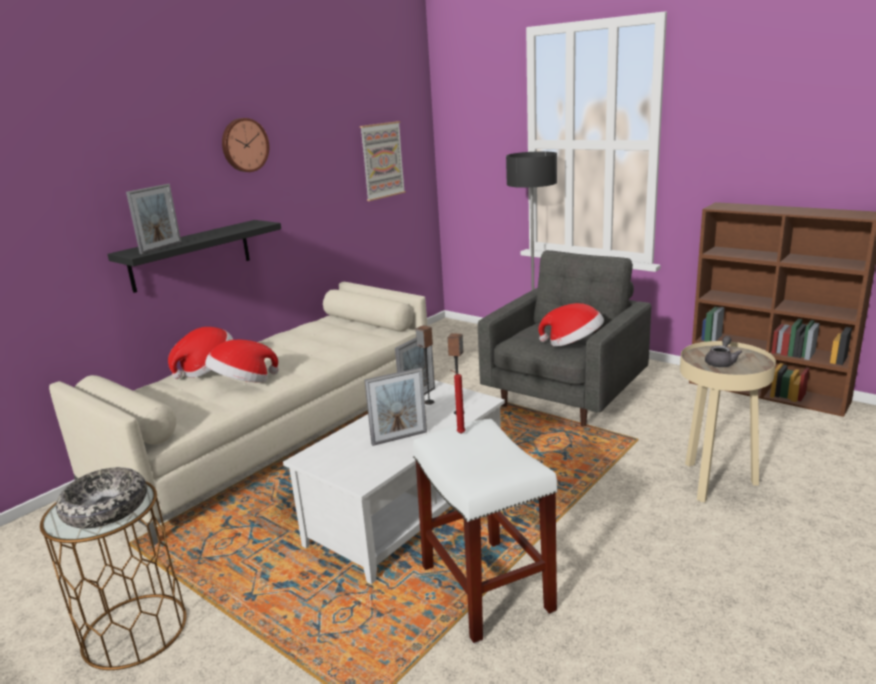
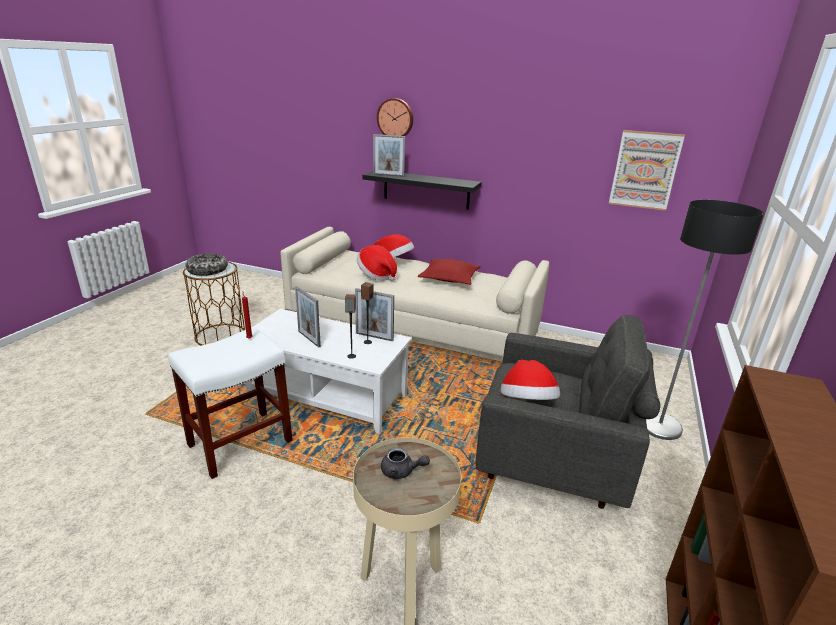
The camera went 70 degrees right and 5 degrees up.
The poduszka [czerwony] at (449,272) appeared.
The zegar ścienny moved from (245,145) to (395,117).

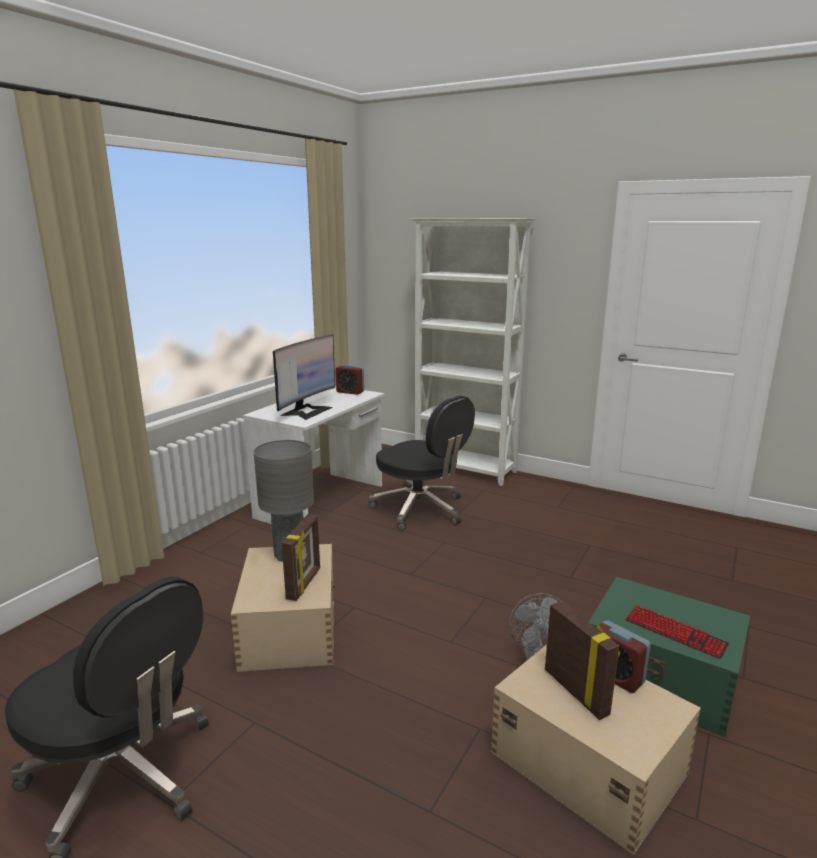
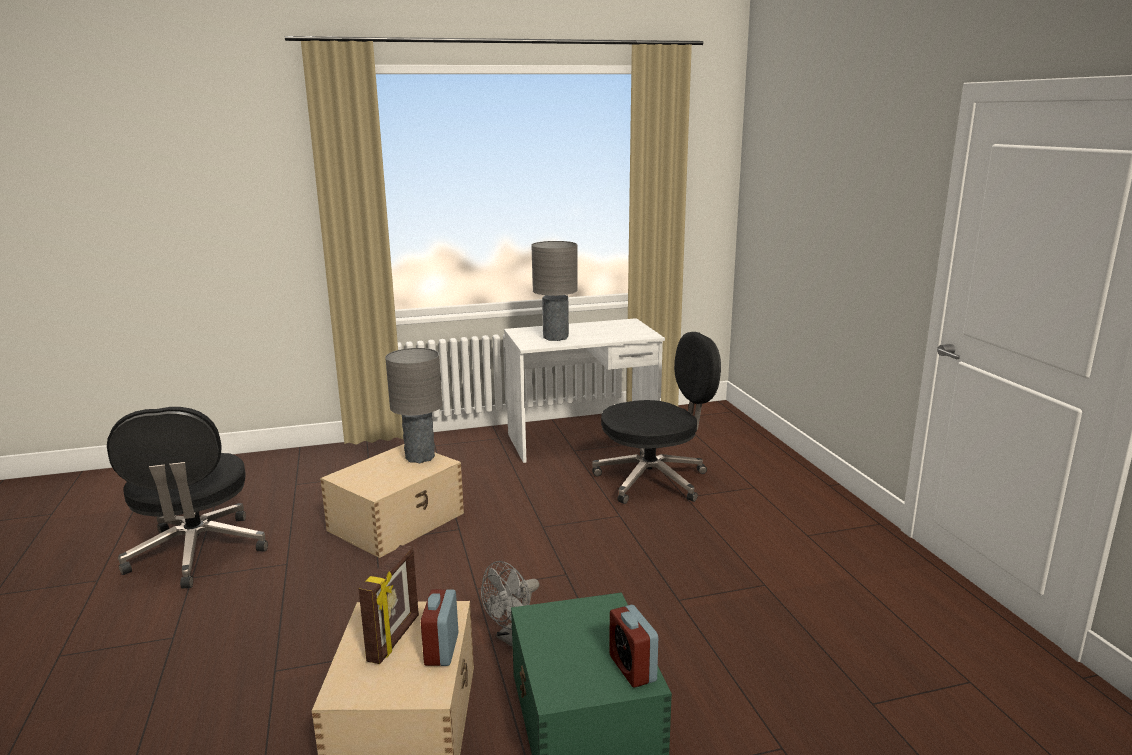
The camera went 45 degrees right and 0 degrees up.
The ramka na zdjęcie at (301,557) disappeared.
The regał [biały] at (473,352) disappeared.
The klawiatura at (677,632) disappeared.
The budzik moved from (350,379) to (633,646).
The monitor at (304,377) was replaced by the lampa stołowa [szary] at (554,291).
The krzesło biurowe [czarny] at (422,463) turned 105 degrees counterclockwise.

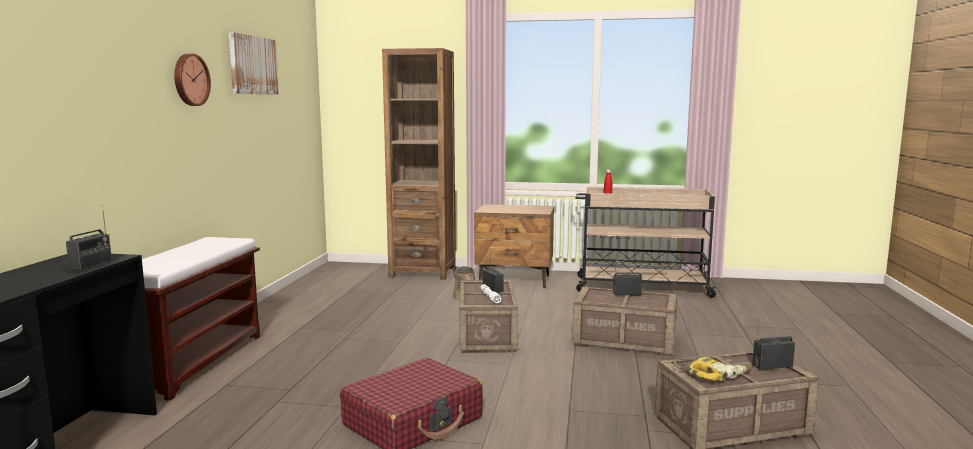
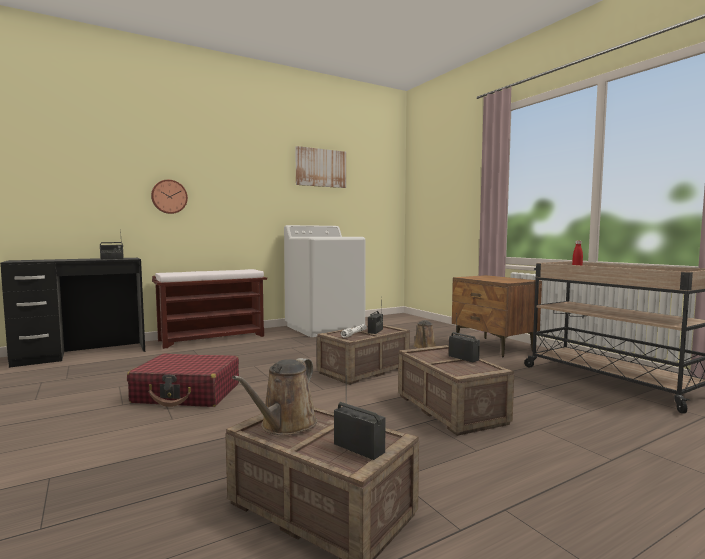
The camera went 50 degrees right and 5 degrees down.
The regał [brązowy] at (419,164) disappeared.
The pralka [biały] at (325,281) appeared.
The zegar ścienny moved from (192,79) to (169,197).
The wiertarka at (713,368) was replaced by the konewka [brązowy] at (274,396).

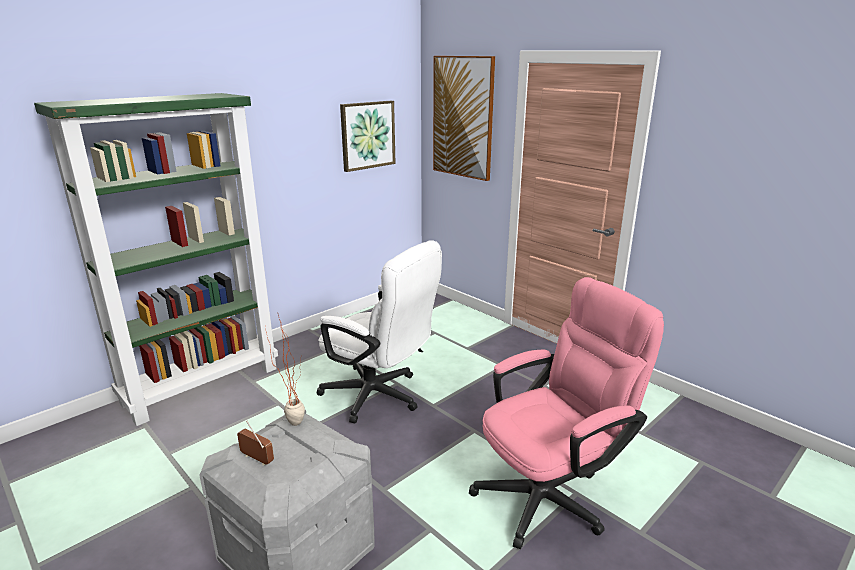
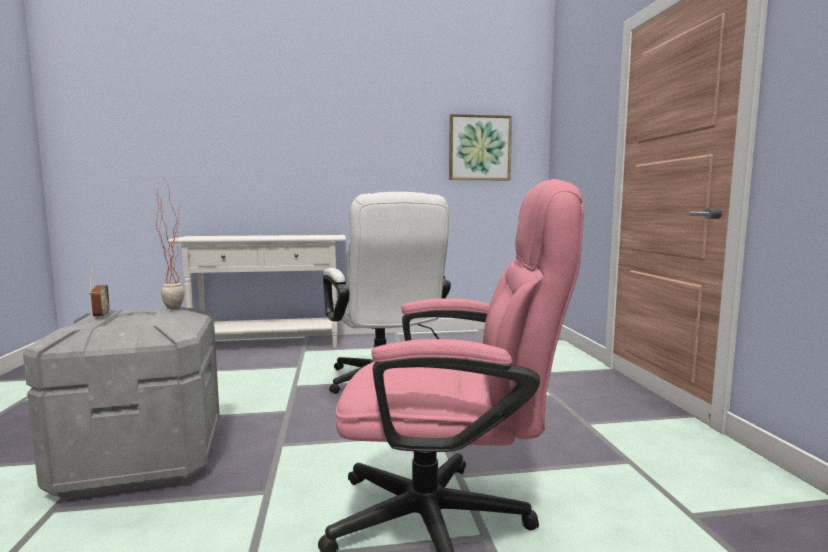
The camera went 35 degrees right and 15 degrees down.
The obraz at (464,118) disappeared.
The regał [zielony] at (156,259) was replaced by the stolik konsolowy [biały] at (257,291).

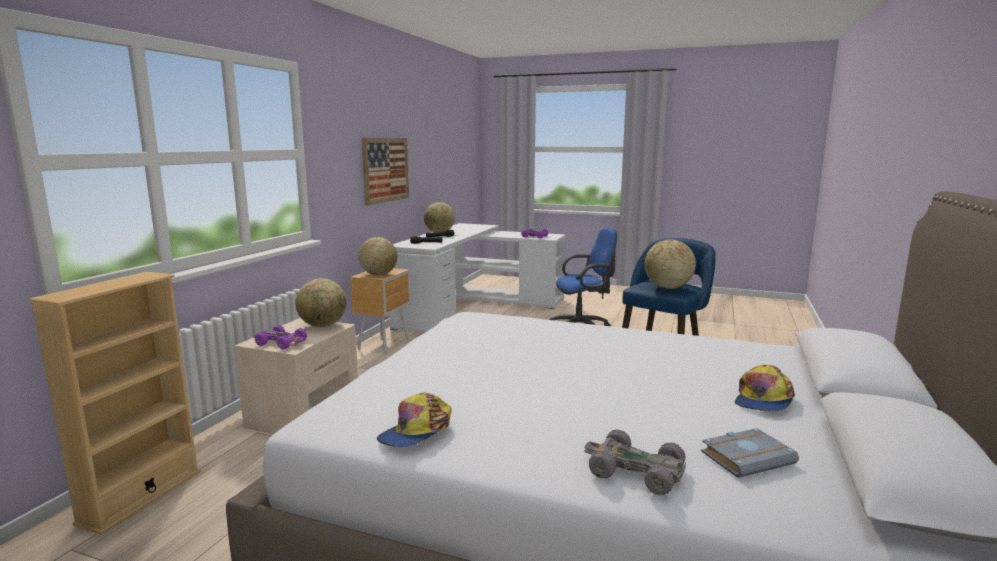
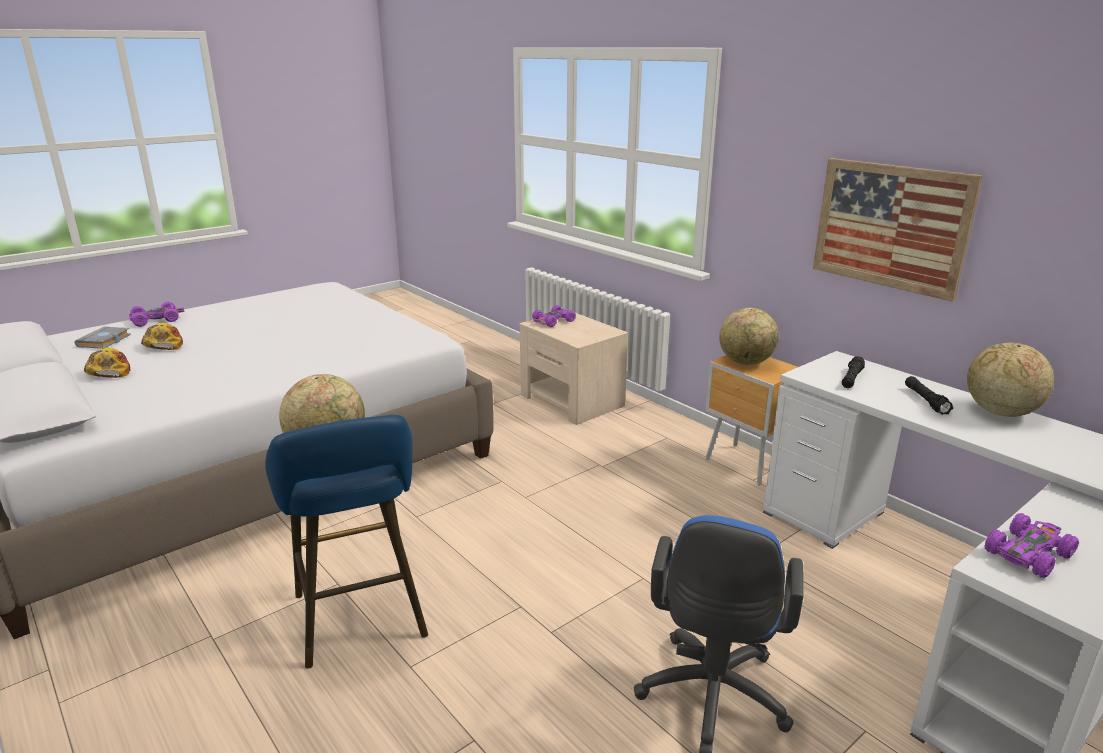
The camera went 120 degrees right and 10 degrees up.
The regał [beżowy] at (115,403) disappeared.
The globus at (321,302) disappeared.
The czapka z daszkiem moved from (414,419) to (162,336).
The samochodzik [szary] at (635,462) became the samochodzik [fioletowy] at (157,314).

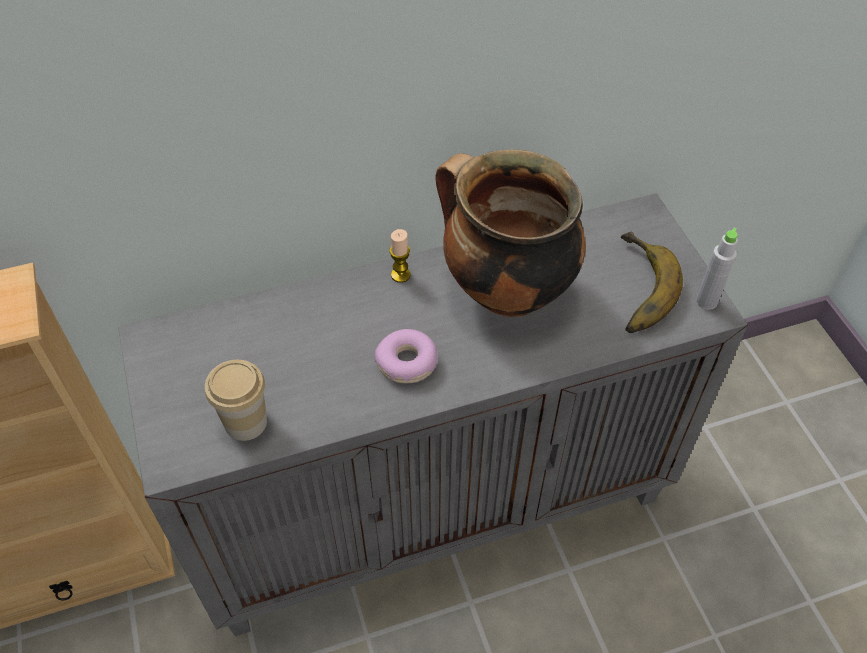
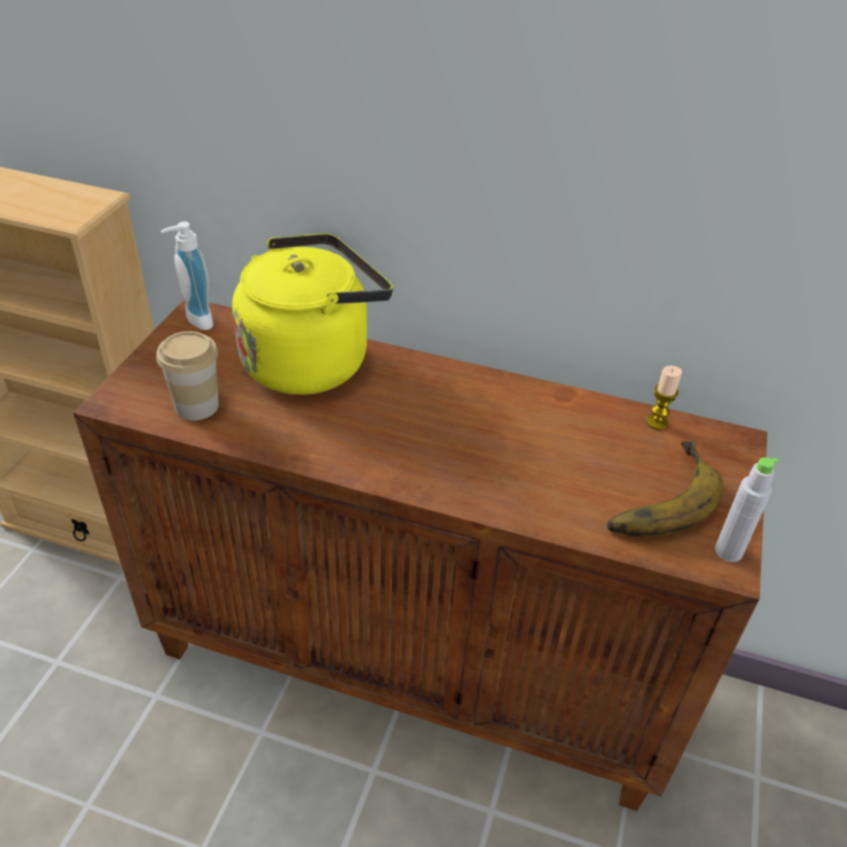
The camera went 35 degrees right and 10 degrees down.
The donut at (406,356) disappeared.
The garnek at (510,233) disappeared.
The dozownik mydła at (187,275) appeared.
The czajnik [żółty] at (312,314) appeared.
The świeca moved from (400,256) to (664,398).
The szafka [szary] at (433,414) became the szafka [brązowy] at (420,555).

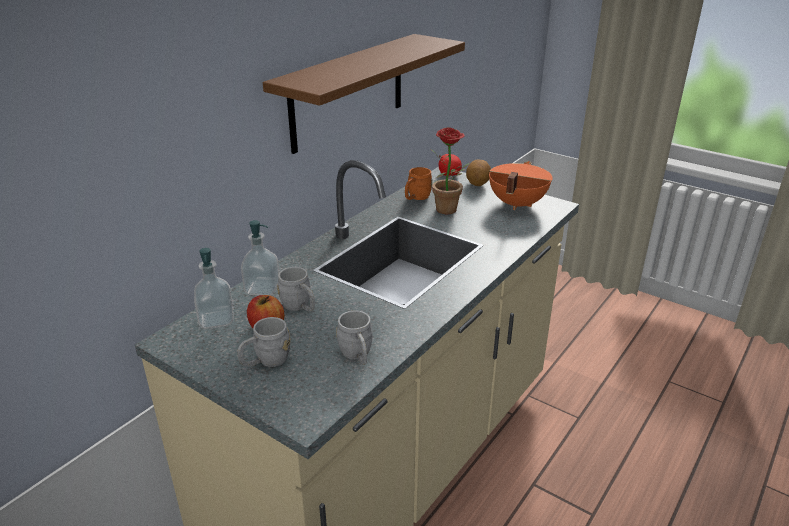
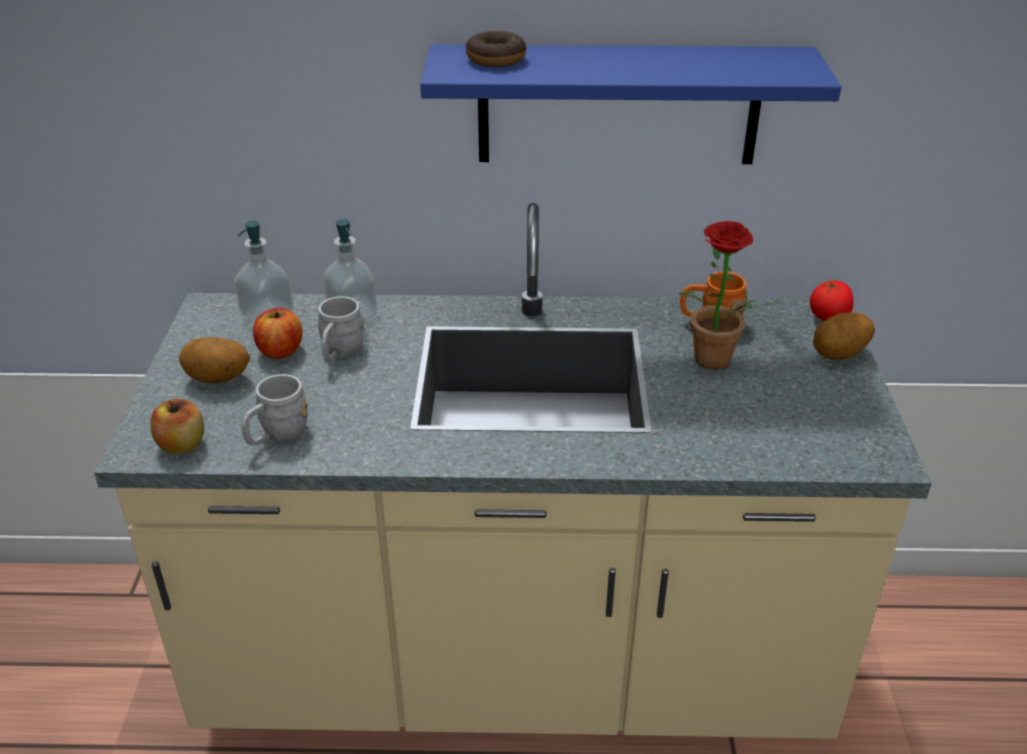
The camera went 55 degrees right and 5 degrees up.
The garnek [pomarańczowy] at (521,185) disappeared.
The jabłko at (177,426) appeared.
The donut at (496,49) appeared.
The kubek [szary] at (264,342) was replaced by the ziemniak at (214,360).
The półka [brązowy] at (364,94) became the półka [niebieski] at (630,104).

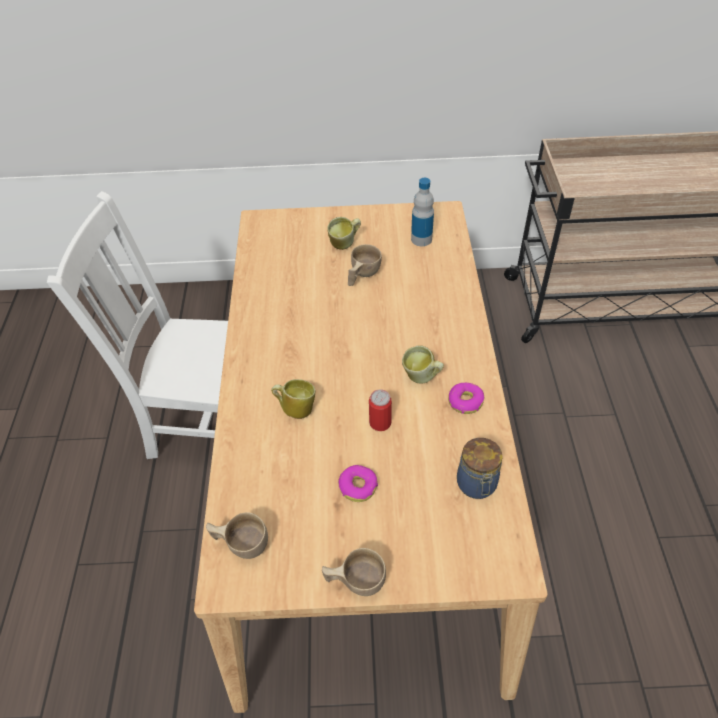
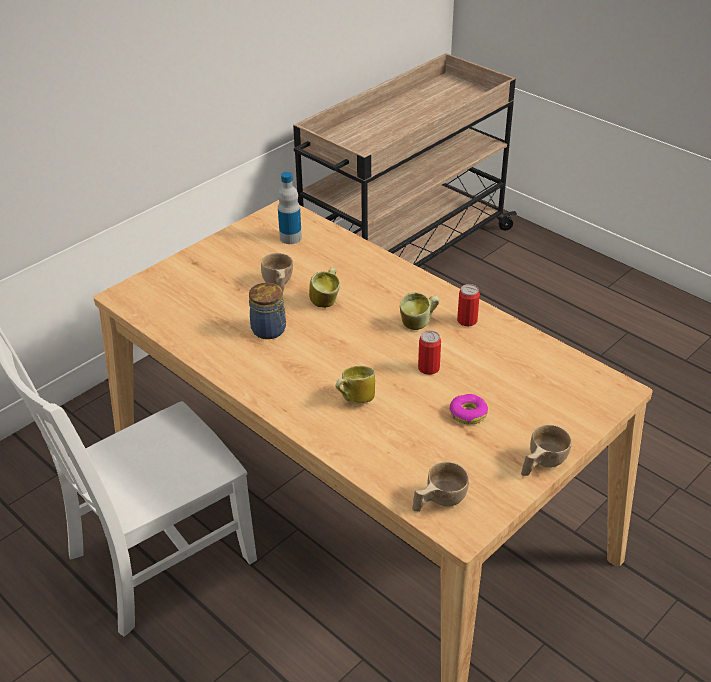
The camera went 45 degrees left and 10 degrees down.
The kubek moved from (344,233) to (324,287).
The słoik moved from (480,468) to (267,311).
The donut at (466,398) was replaced by the puszka at (468,305).

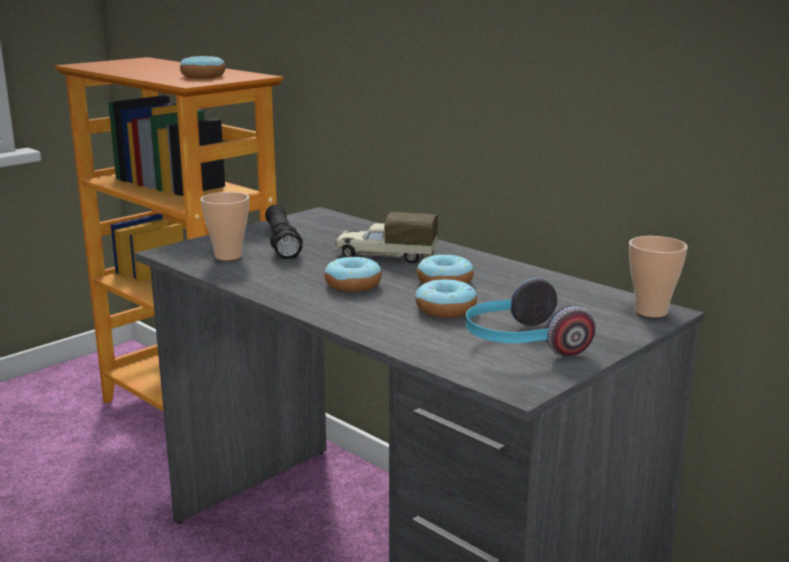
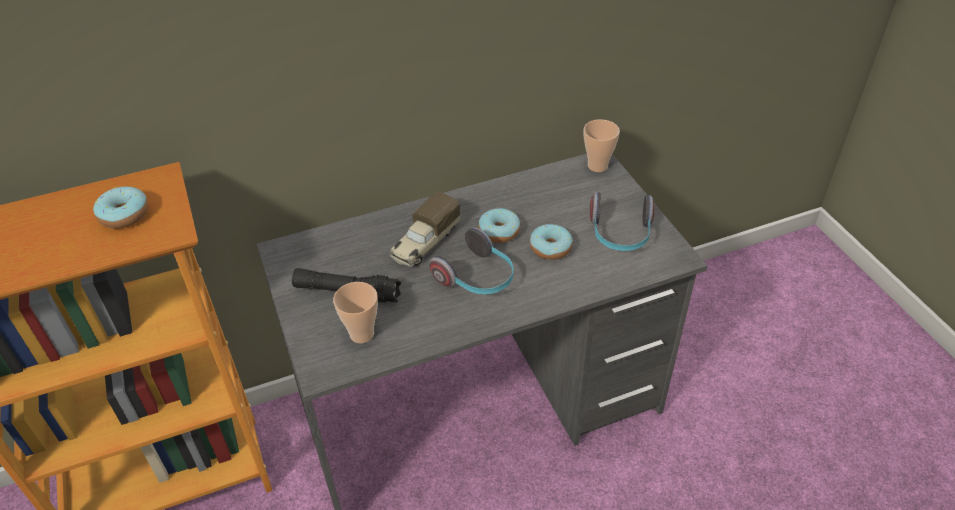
The camera went 65 degrees left and 25 degrees up.
The donut at (353,274) was replaced by the słuchawki at (471,261).

